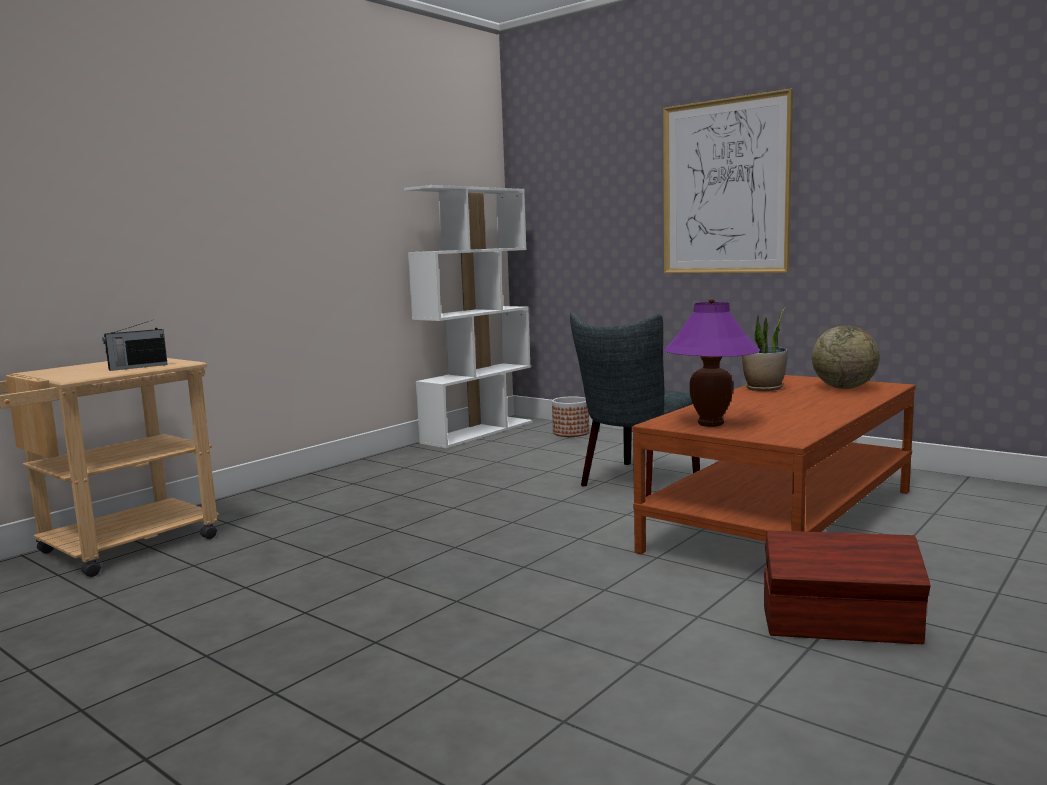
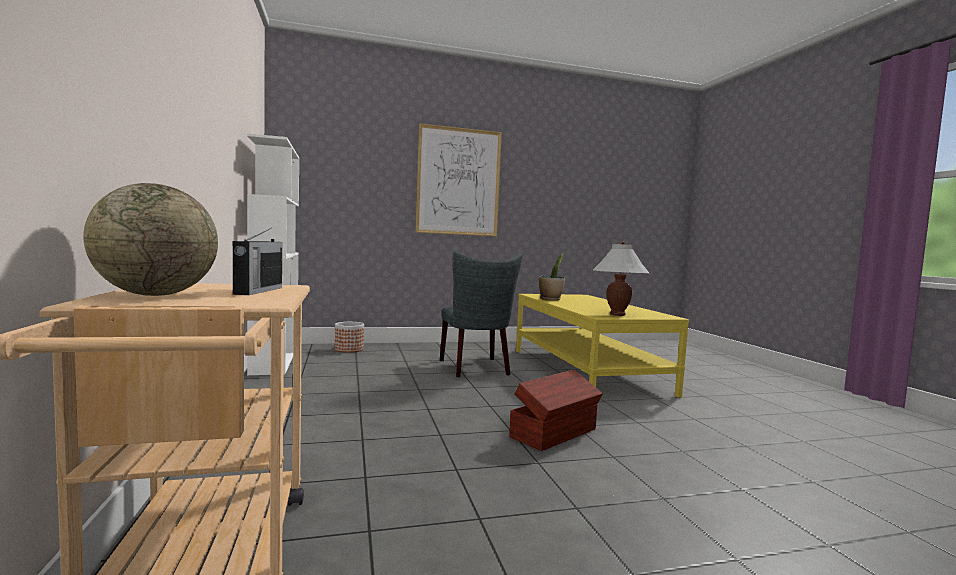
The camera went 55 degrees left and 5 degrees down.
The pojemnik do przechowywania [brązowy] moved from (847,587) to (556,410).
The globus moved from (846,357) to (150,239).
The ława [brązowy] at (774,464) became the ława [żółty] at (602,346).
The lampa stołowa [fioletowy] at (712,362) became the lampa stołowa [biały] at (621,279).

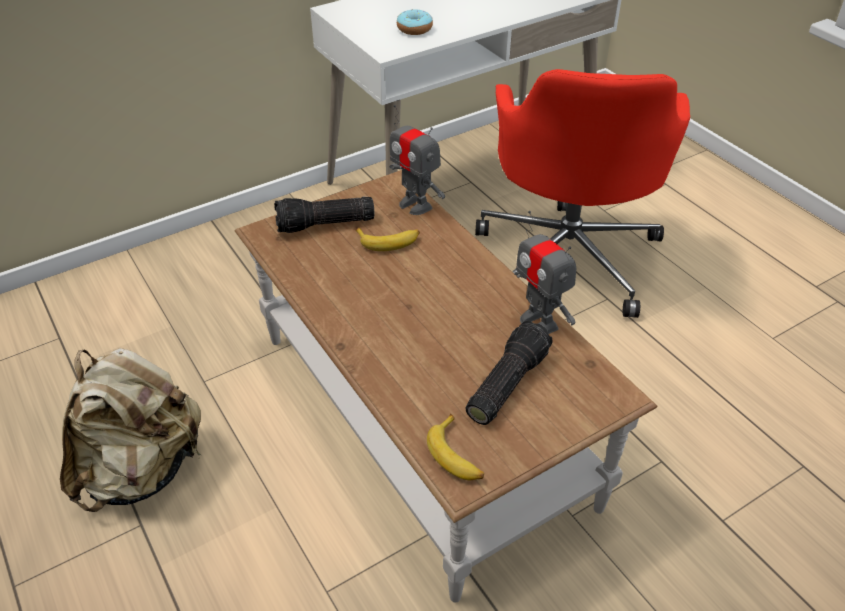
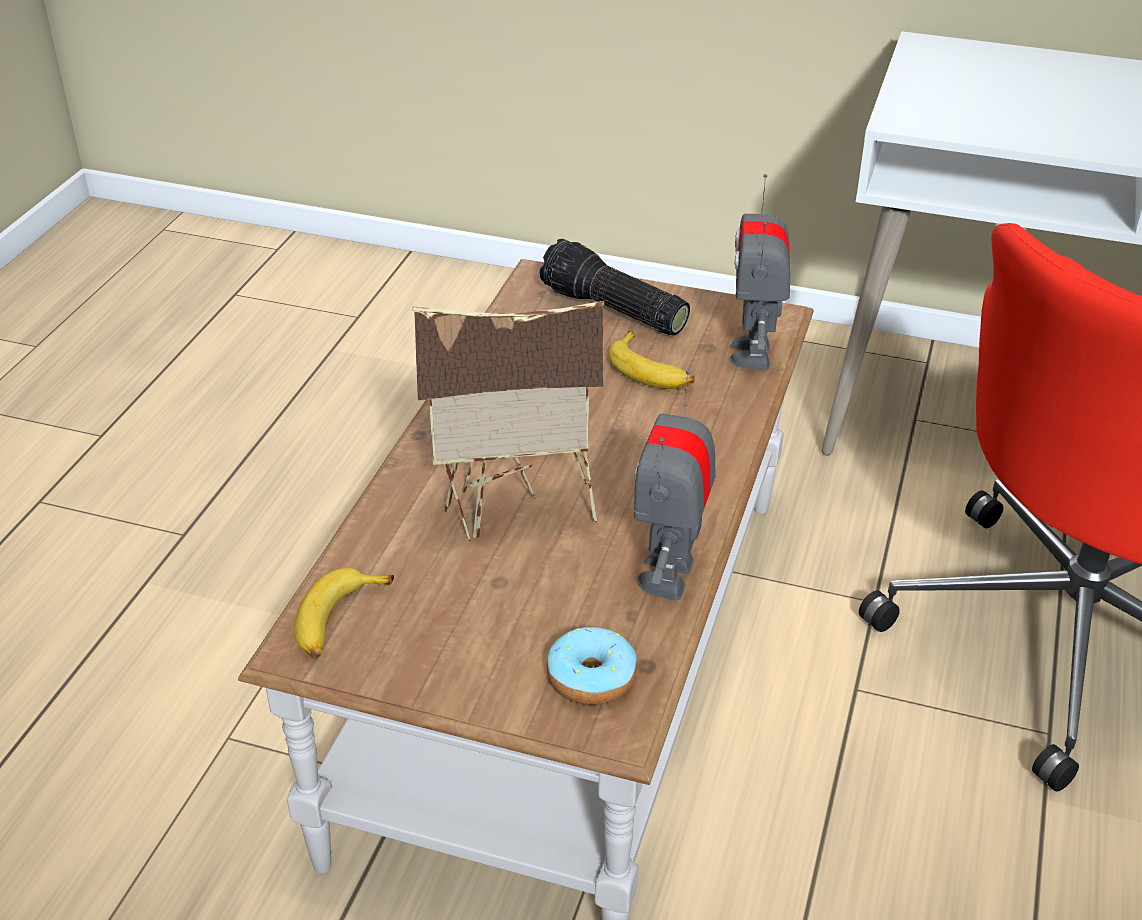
The camera went 50 degrees right and 5 degrees down.
The plecak [beżowy] at (130,430) disappeared.
The latarka at (509,372) disappeared.
The domek at (508,421) appeared.
The donut moved from (415,22) to (592,666).

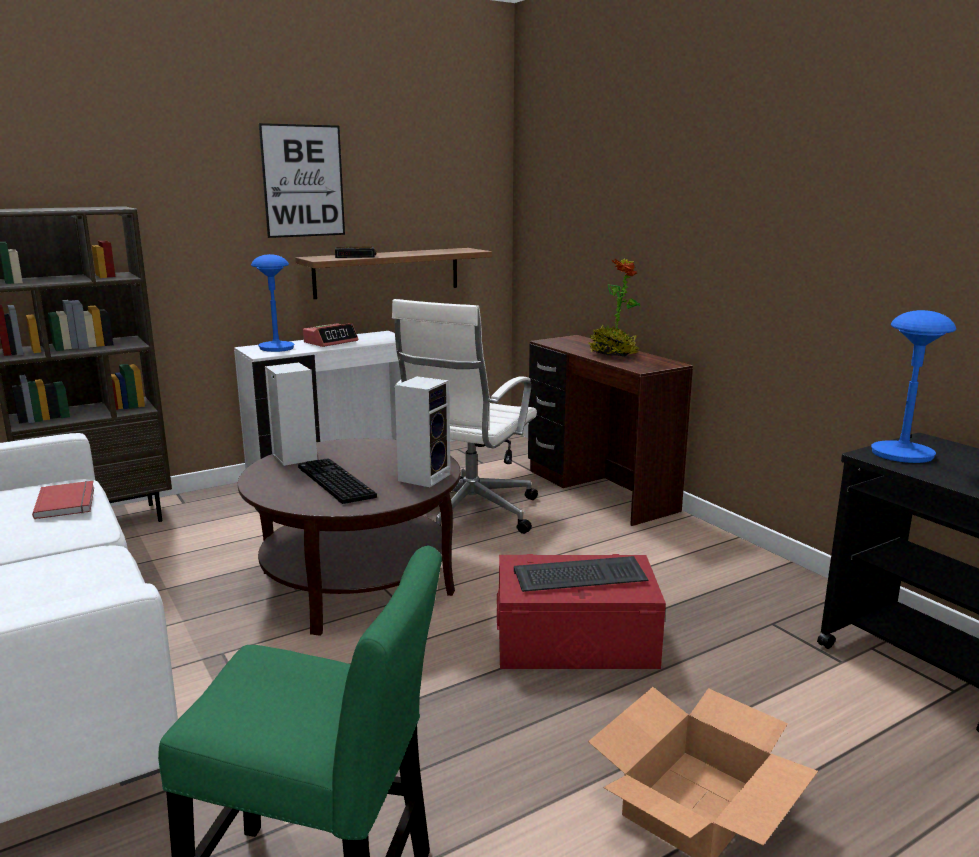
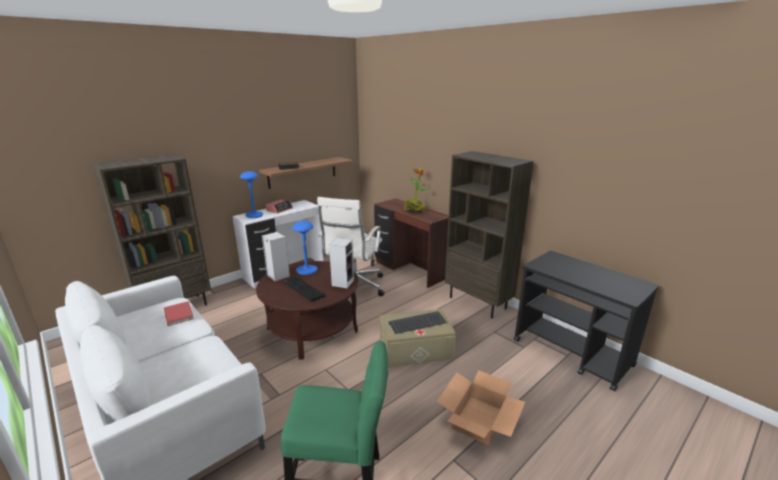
The camera went 10 degrees left and 5 degrees up.
The obraz at (302,180) disappeared.
The regał [brązowy] at (489,234) appeared.
The lampa stołowa [niebieski] moved from (913,386) to (304,248).
The pojemnik do przechowywania [czerwony] at (581,611) became the pojemnik do przechowywania [beżowy] at (418,338).

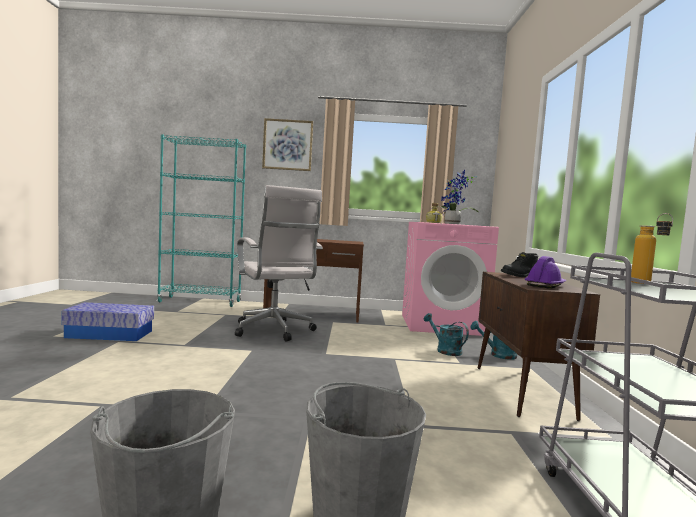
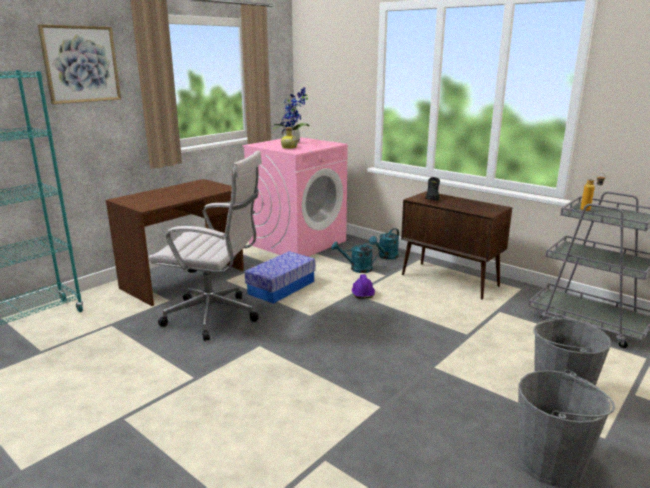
The camera went 50 degrees left and 15 degrees up.
The pojemnik do przechowywania moved from (108,321) to (280,277).
The kask [fioletowy] moved from (545,272) to (363,286).

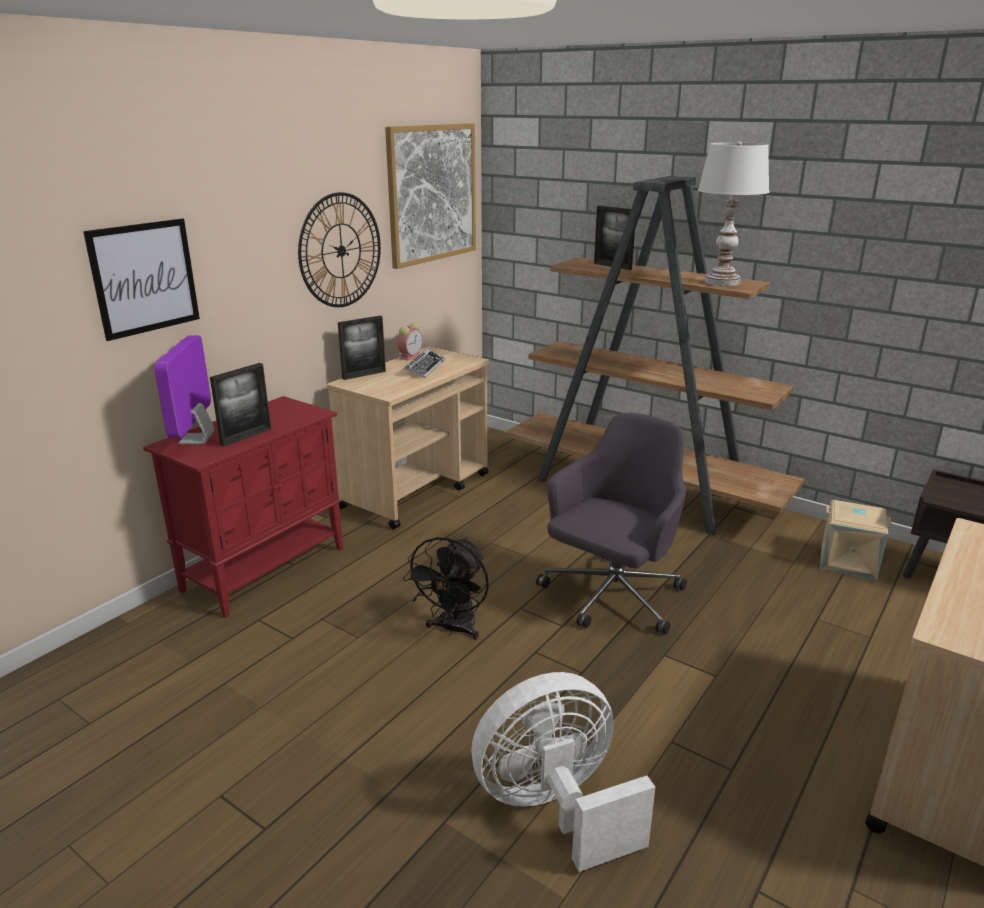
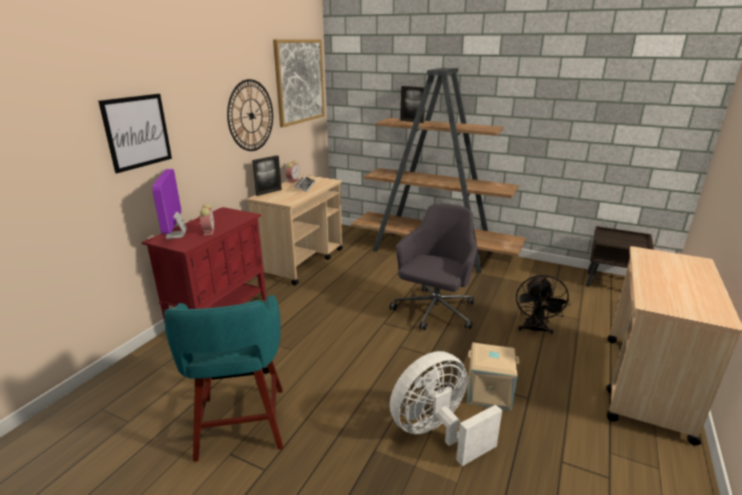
The camera went 10 degrees left and 0 degrees up.
The lampa stołowa [biały] at (733,214) disappeared.
The stołek [turkusowy] at (223,378) appeared.
The wentylator [czarny] moved from (446,588) to (543,304).
The pojemnik do przechowywania [beżowy] moved from (855,540) to (493,377).
The ramka na zdjęcie at (240,405) was replaced by the budzik at (206,220).

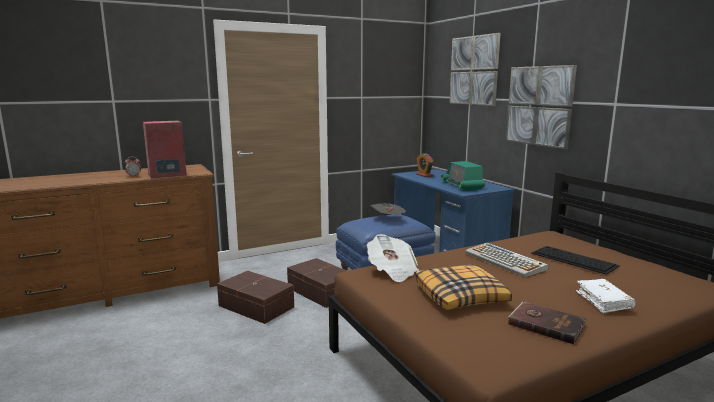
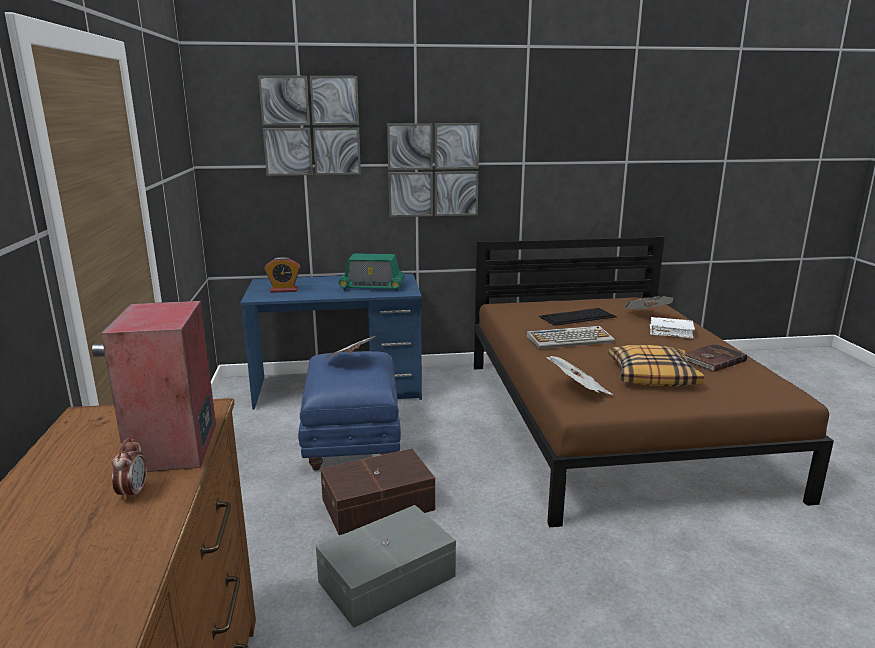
The camera went 70 degrees left and 5 degrees up.
The gazeta at (649,302) appeared.
The pojemnik do przechowywania [brązowy] at (255,297) became the pojemnik do przechowywania [szary] at (386,566).

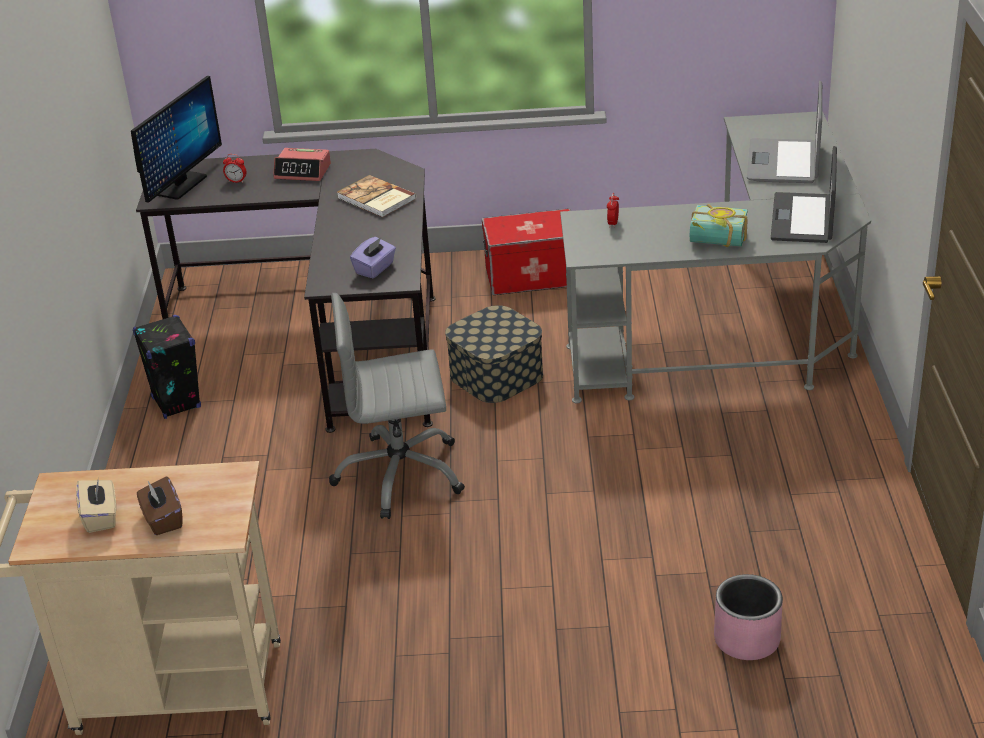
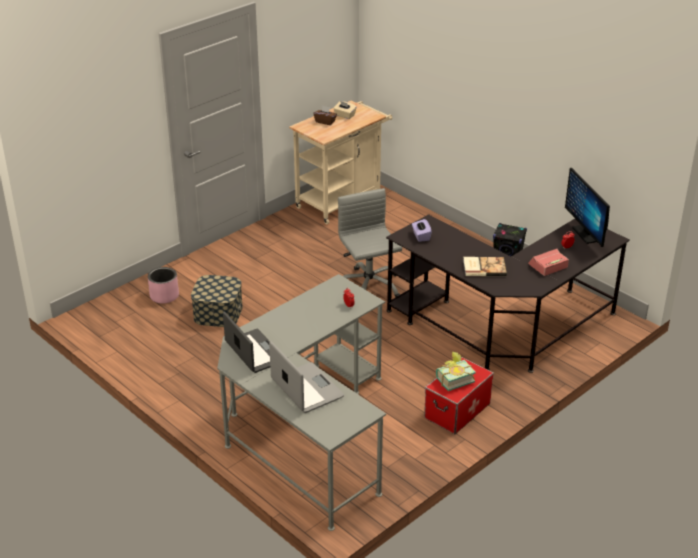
The camera went 135 degrees right and 0 degrees up.
The pojemnik do przechowywania moved from (494,354) to (217,301).
The książka moved from (719,225) to (456,371).
The krzesło biurowe [szary] at (397,406) turned 60 degrees counterclockwise.

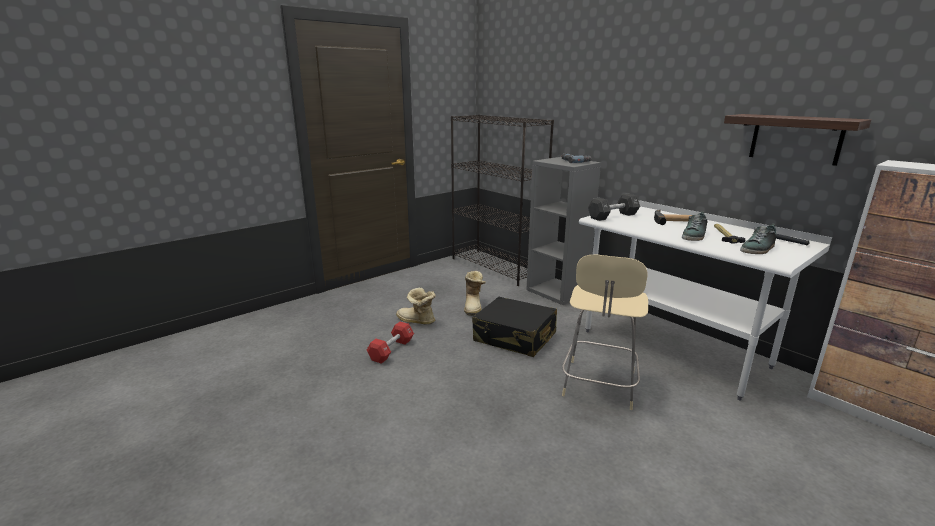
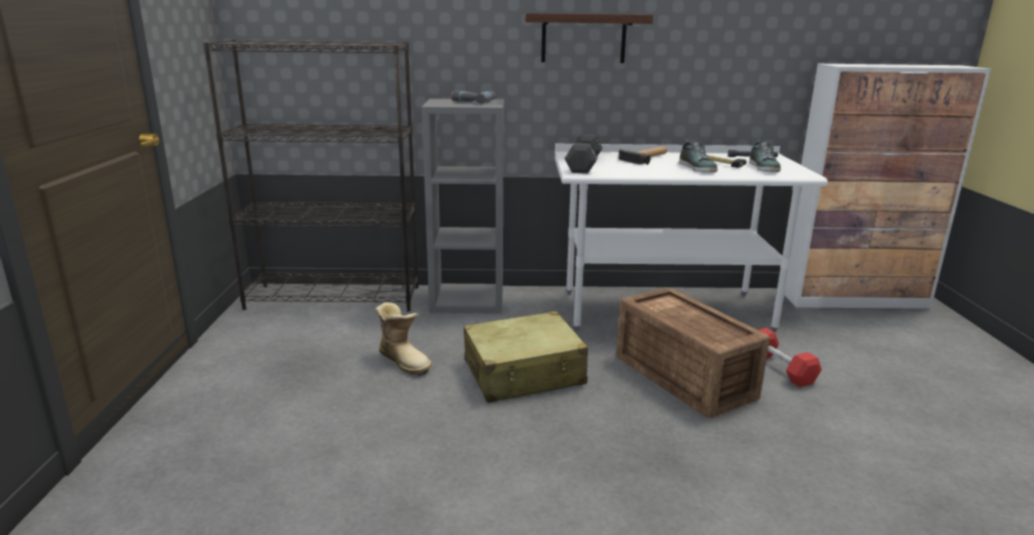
The camera went 50 degrees left and 0 degrees up.
The but z cholewką at (416,306) disappeared.
The hantel [czerwony] moved from (390,343) to (790,357).
The półka moved from (797,140) to (589,38).
The stołek [beżowy] at (605,332) was replaced by the skrzynka at (693,353).
The walizka [czarny] at (514,327) became the walizka [beżowy] at (526,357).

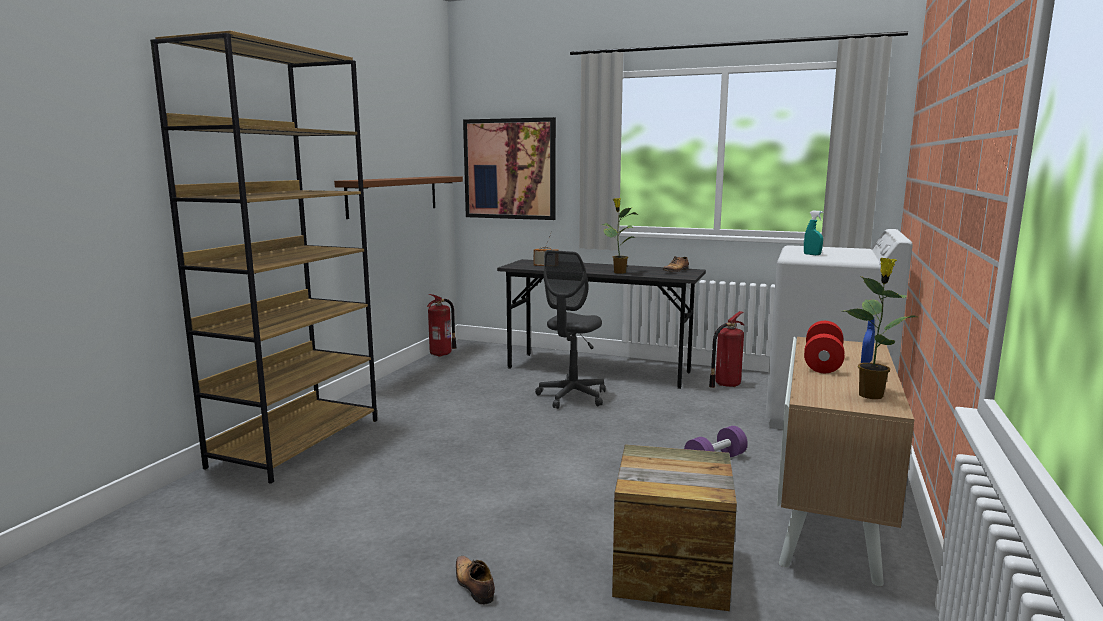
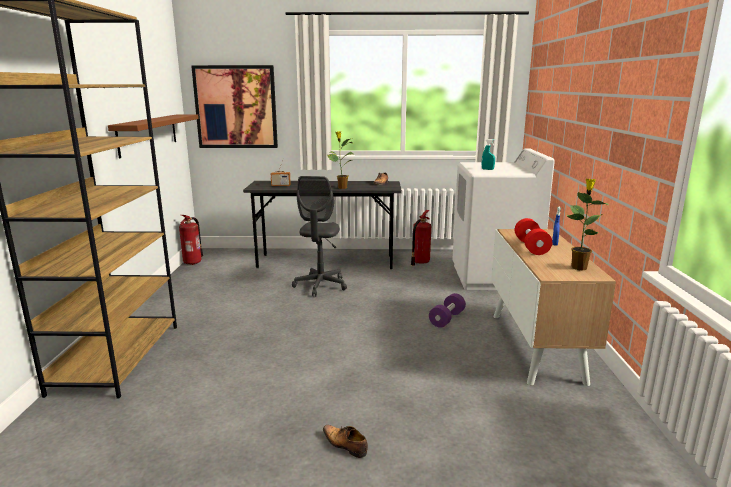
The camera went 20 degrees left and 5 degrees up.
The skrzynka at (674,527) disappeared.

